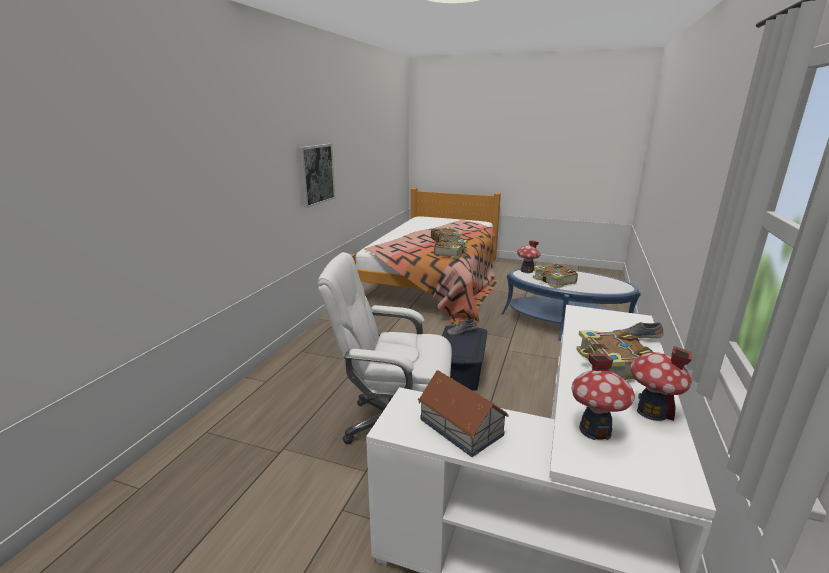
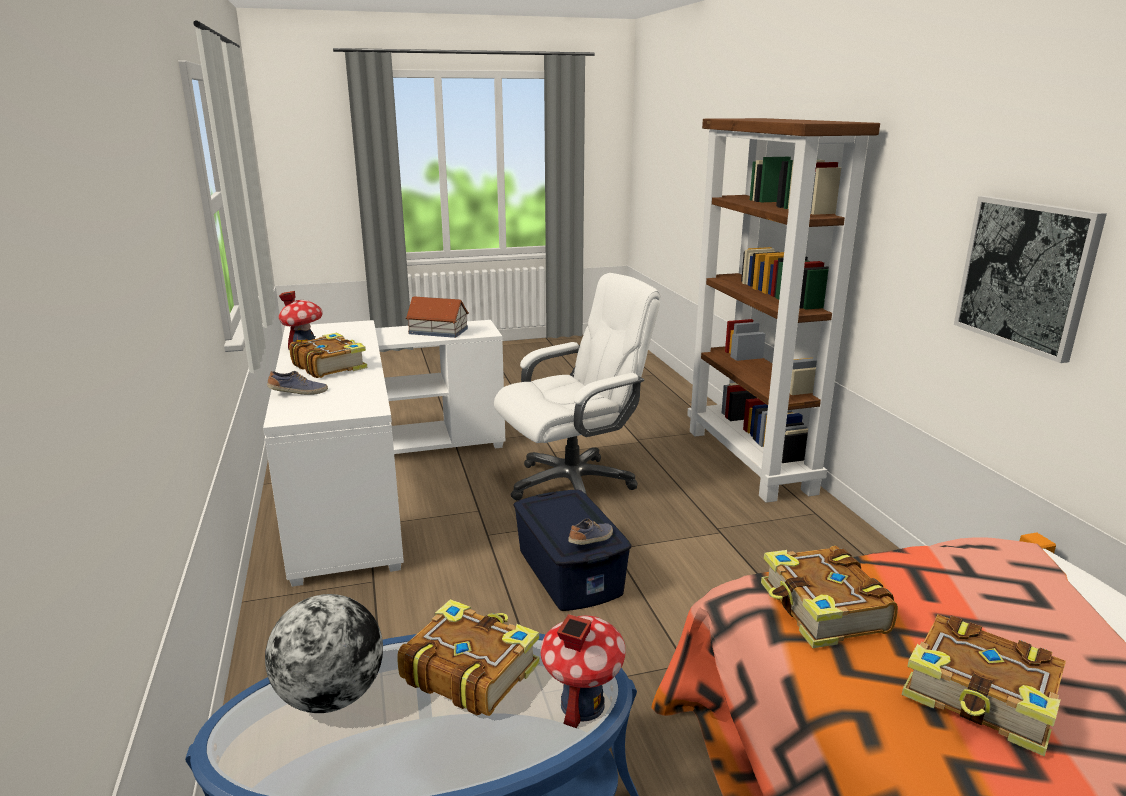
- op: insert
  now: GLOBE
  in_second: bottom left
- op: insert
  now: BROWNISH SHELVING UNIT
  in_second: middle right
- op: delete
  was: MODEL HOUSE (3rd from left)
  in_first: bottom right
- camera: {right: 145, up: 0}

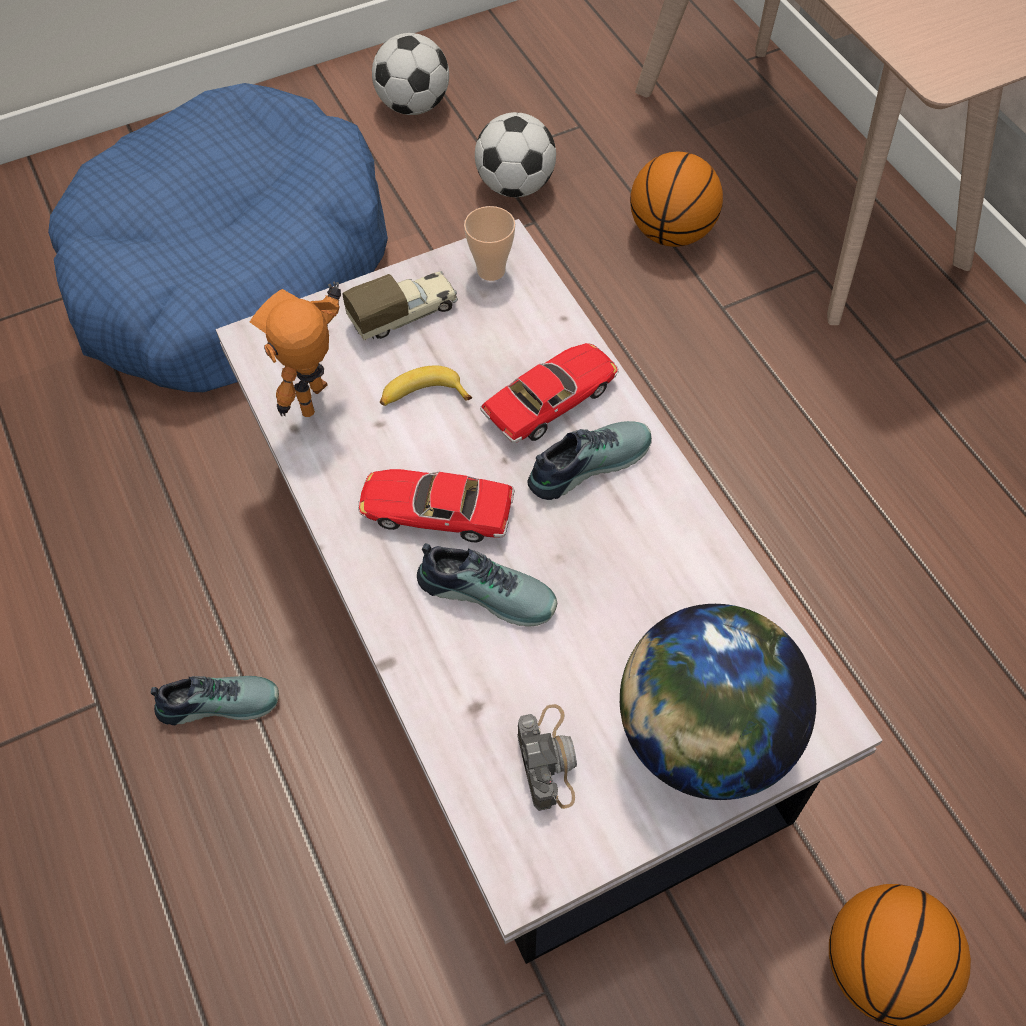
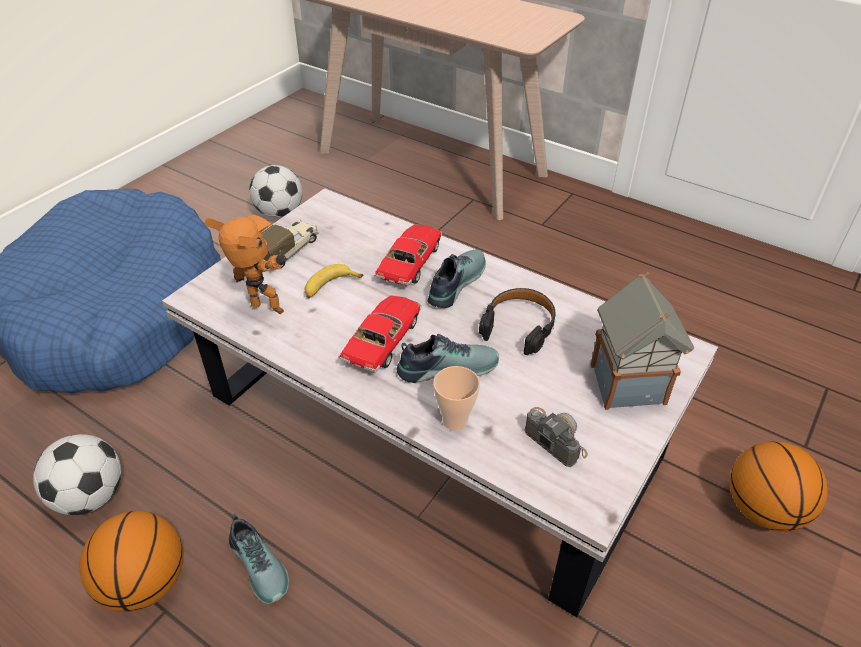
- op: move
  was: FOOTBALL (1st from left)
  in_first: top centre
  in_second: bottom left
- op: move
  was: BASKETBALL (1st from left)
  in_first: top centre
  in_second: bottom left
- op: rotate
  was: ROBOT FIGURE
  in_first: middle left
  in_second: middle left
  clockwise: 120
- op: rotate
  was: SHOE (1st from left)
  in_first: bottom left
  in_second: bottom left
  clockwise: 90
- op: rotate
  was: TOY CAR (1st from left)
  in_first: centre
  in_second: centre
  clockwise: 135
- op: move
  was: CUP
  in_first: top centre
  in_second: centre
- op: insert
  now: BLACKISH HEADPHONES
  in_second: centre
- op: replace
  was: GLOBE
  now: MODEL HOUSE
  in_first: bottom right
  in_second: middle right
- camera: {right: -30, up: -15}

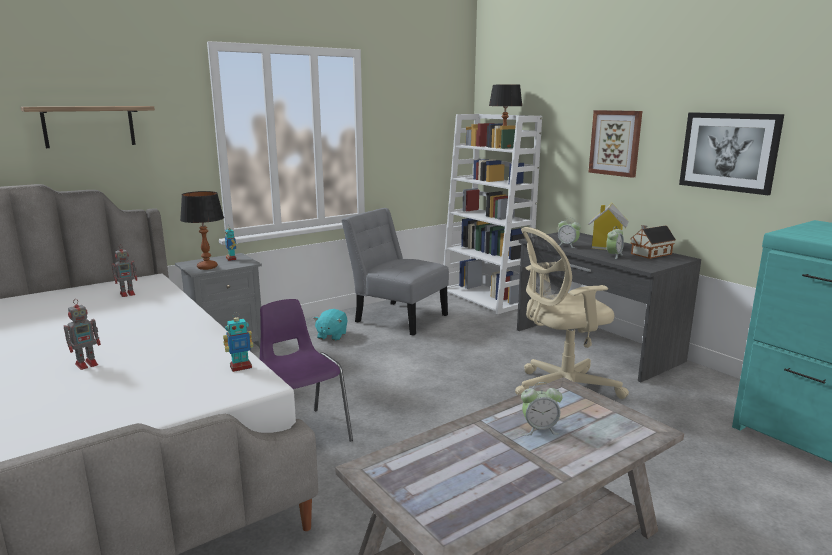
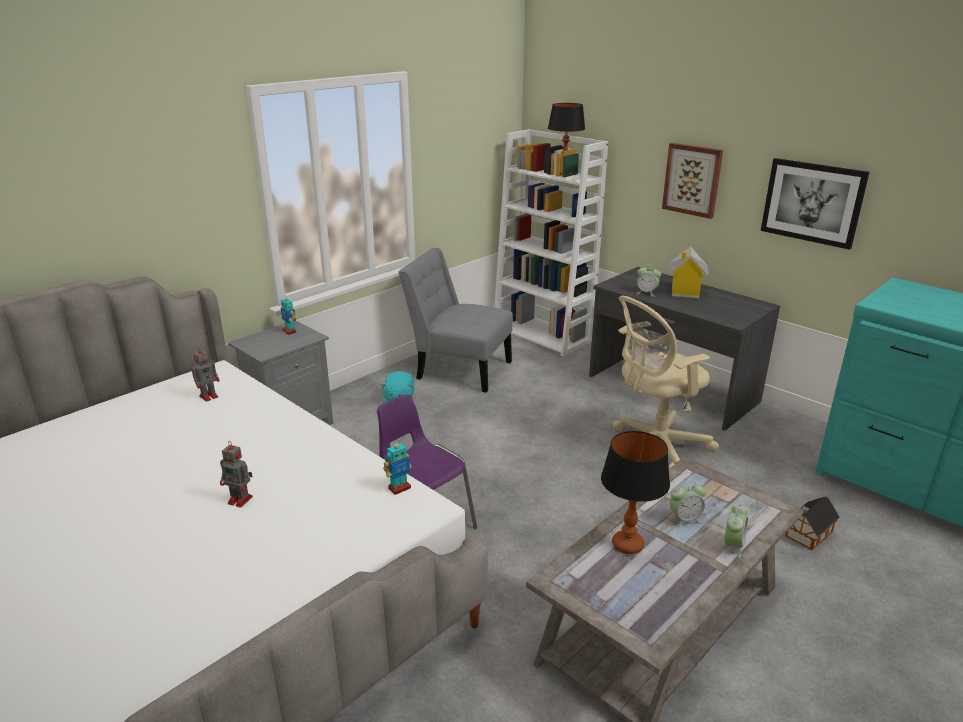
- op: rotate
  was: ROBOT FIGURE (1st from left in the first image)
  in_first: middle left
  in_second: middle left
  clockwise: 75
- op: move
  was: LAMP FOR A TABLE (1st from left in the first image)
  now: LAMP FOR A TABLE (2nd from left)
  in_first: middle left
  in_second: bottom centre
- op: move
  was: BEDSIDE CLOCK (3rd from left)
  in_first: middle right
  in_second: bottom right
- op: move
  was: MODEL HOUSE (2nd from left)
  in_first: middle right
  in_second: bottom right
- op: delete
  was: WALL SHELF
  in_first: top left
- camera: {right: -10, up: 10}

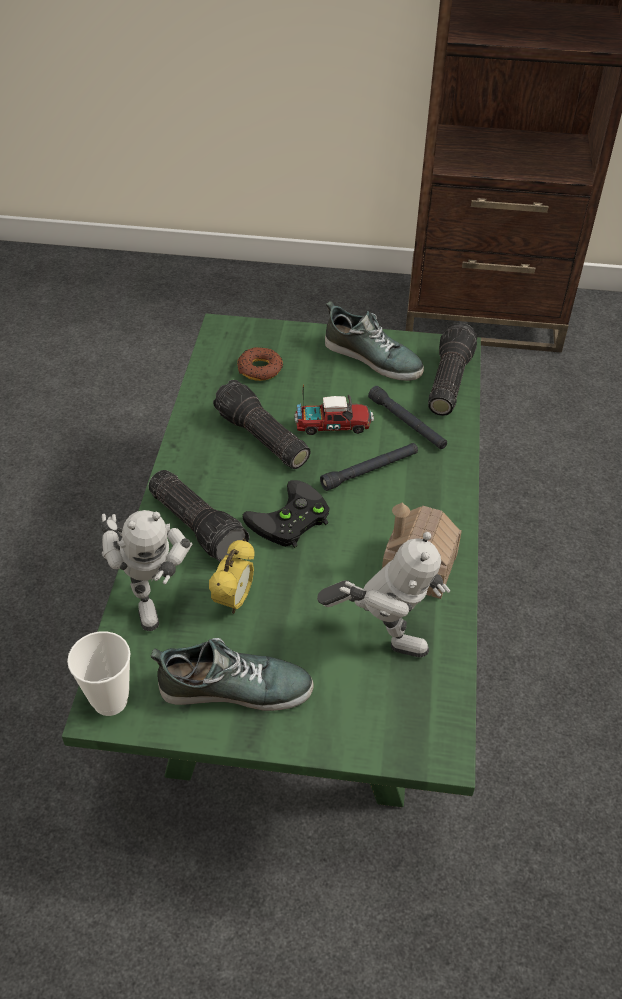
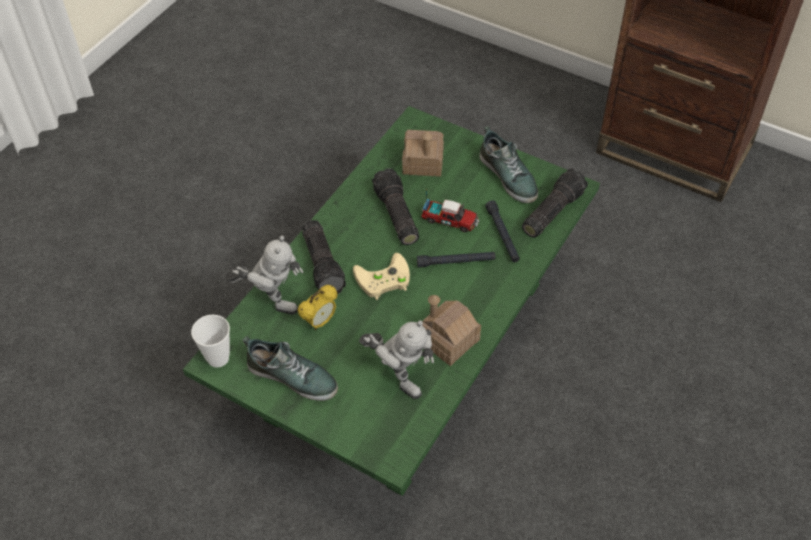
- op: rotate
  was: ROBOT FIGURE (1st from left)
  in_first: middle left
  in_second: middle left
  clockwise: -75
- op: recolor
  was: BLACKISH JOYPAD
  now: BEIGE-COLOURED JOYPAD
  in_first: centre
  in_second: centre
- op: replace
  was: RING DOUGHNUT
  now: MODEL HOUSE (1st from left)
  in_first: centre
  in_second: top centre
- camera: {right: 25, up: 5}

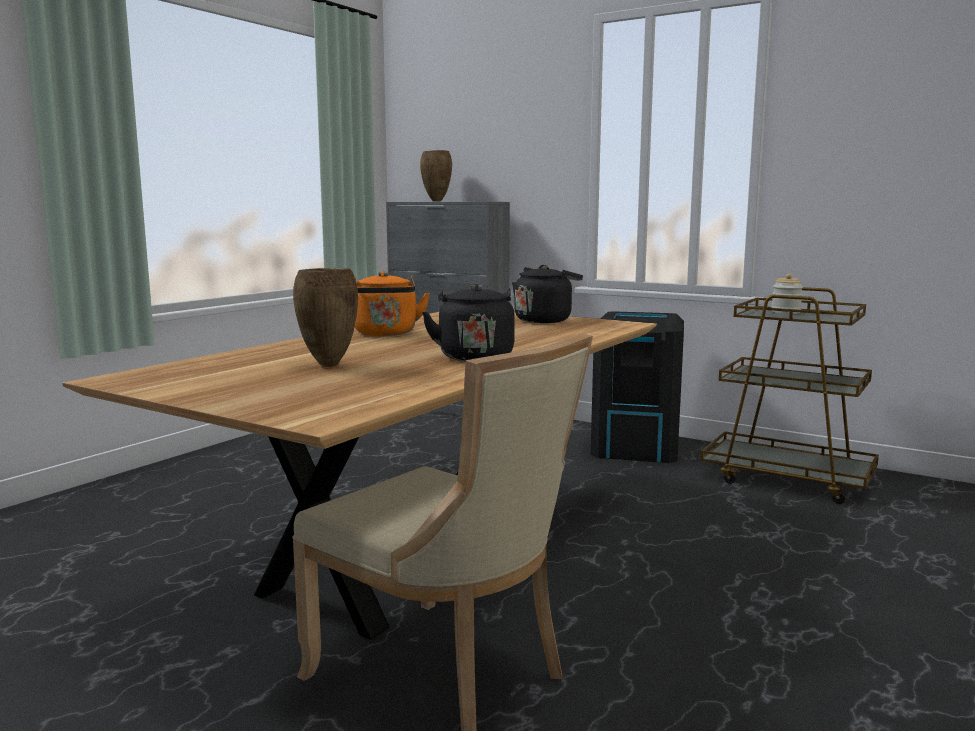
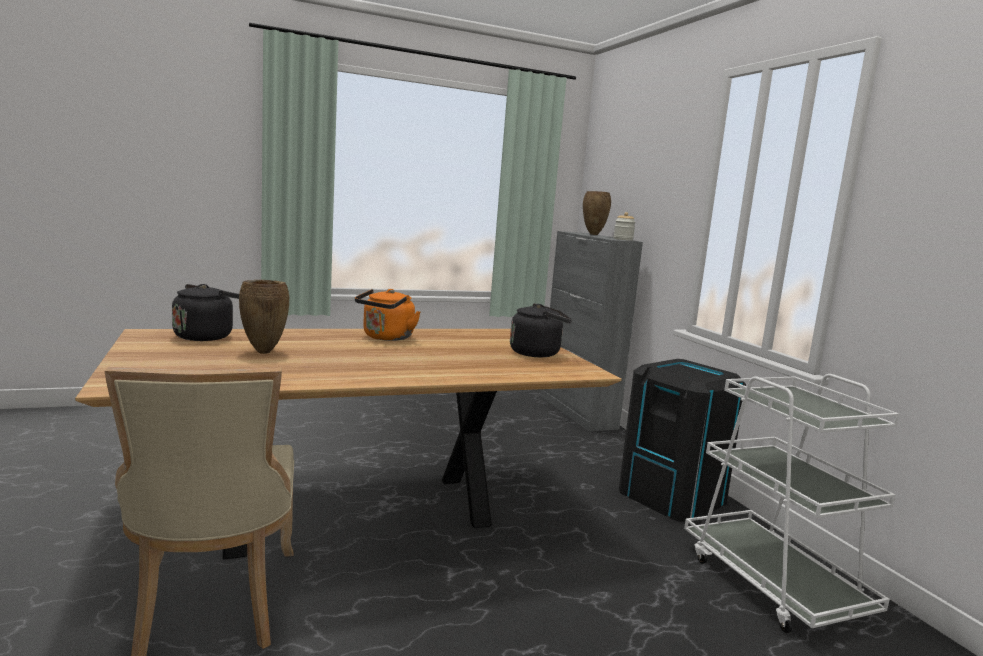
- op: move
  was: BLACKISH WATER KETTLE (1st from left)
  in_first: centre
  in_second: middle left
- op: move
  was: JAR
  in_first: middle right
  in_second: centre
- op: recolor
  was: BROWNISH TROLLEY
  now: WHITISH TROLLEY
  in_first: middle right
  in_second: bottom right
- camera: {right: 35, up: 0}

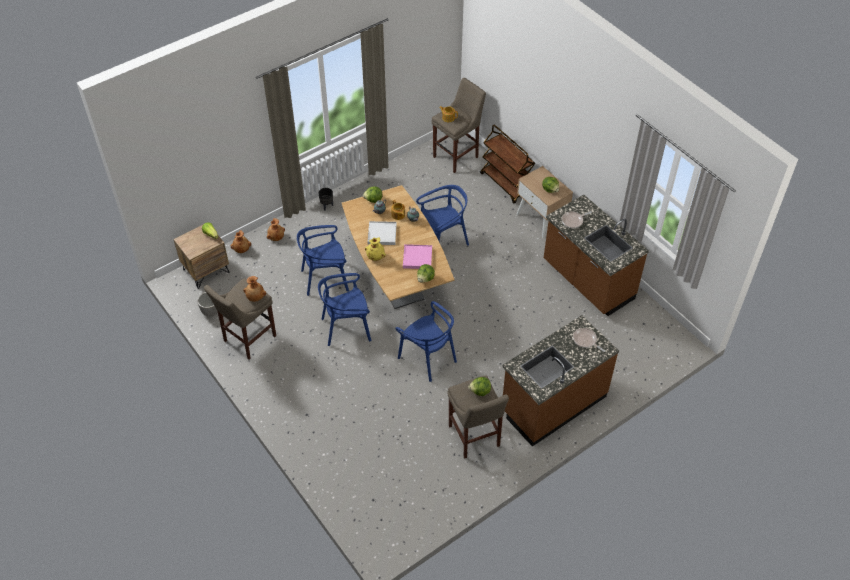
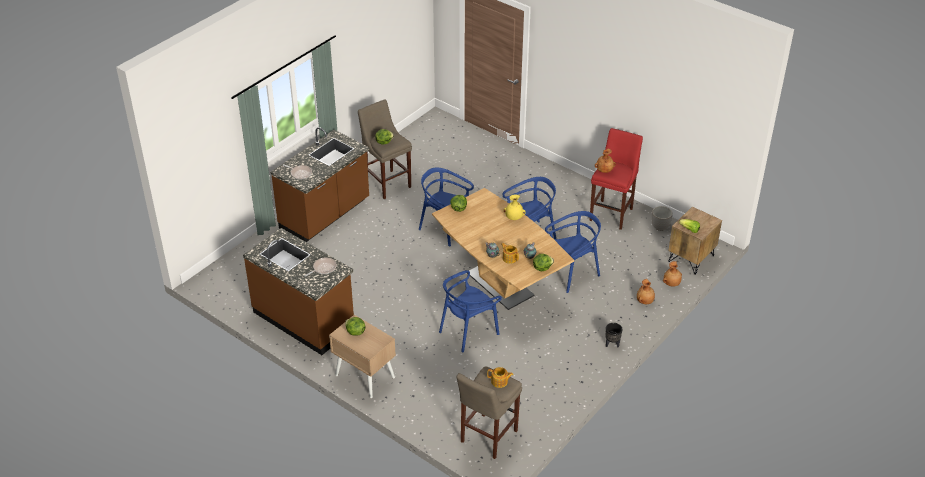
- op: recolor
  was: BEIGE-COLOURED SITTING STOOL (1st from left)
  now: RED SITTING STOOL
  in_first: middle left
  in_second: centre
- op: delete
  was: WHITISH CARRYING TRAY
  in_first: centre
- op: delete
  was: PINK CARRYING TRAY
  in_first: centre
- op: delete
  was: BROWNISH TROLLEY
  in_first: top centre
- camera: {right: 165, up: -10}

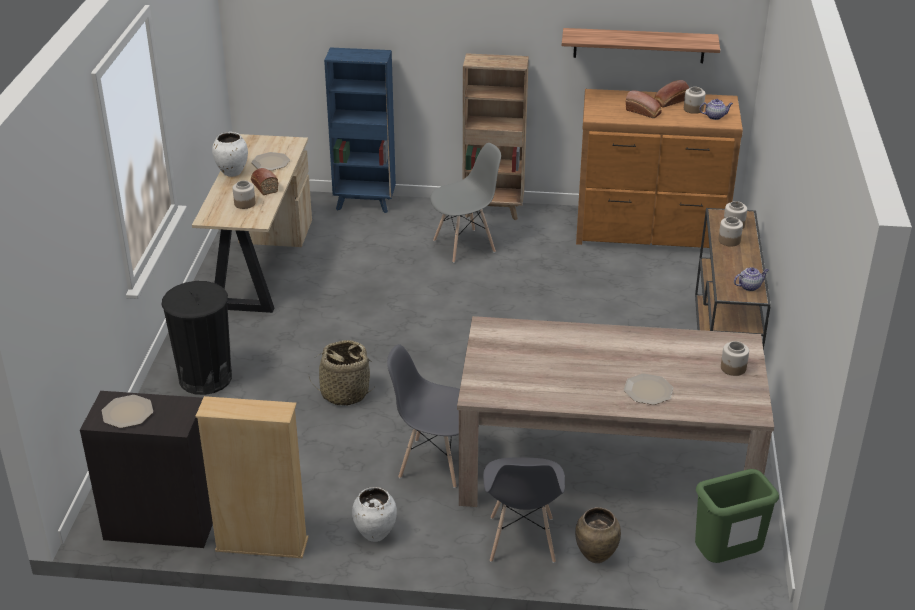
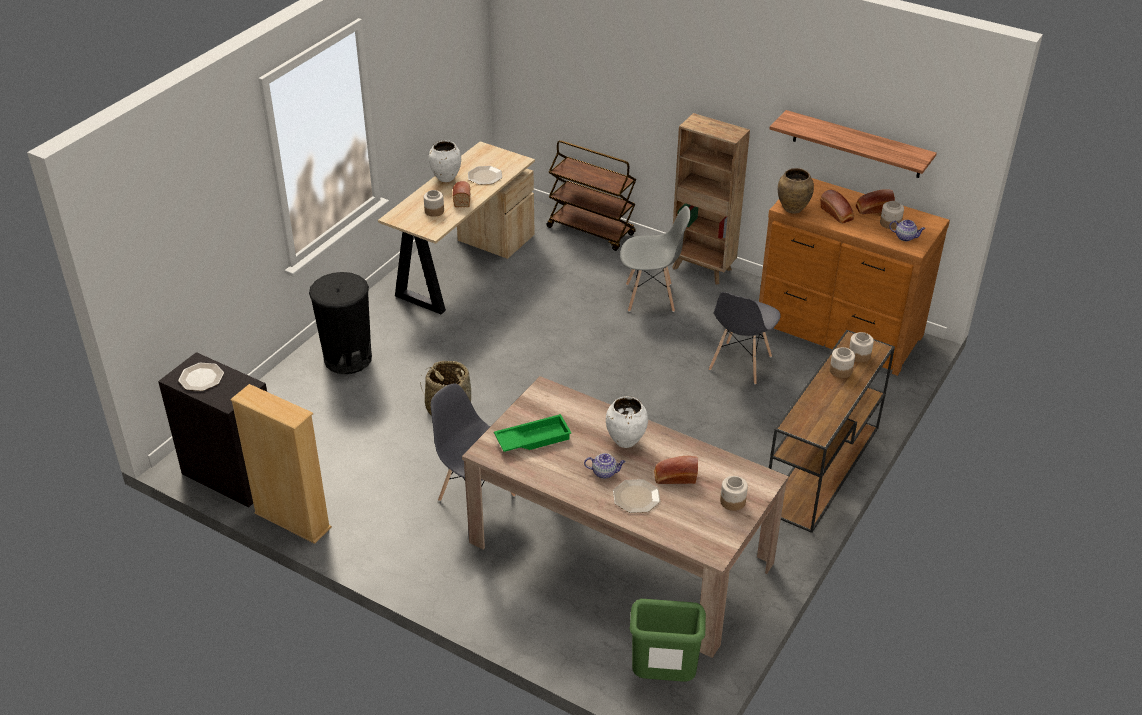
- op: insert
  now: GREEN-COLOURED CARRYING TRAY
  in_second: centre
- op: replace
  was: BLUISH SHELVING UNIT
  now: BROWNISH TROLLEY
  in_first: top centre
  in_second: top centre
- op: move
  was: TEAPOT (2nd from left in the first image)
  now: TEAPOT (1st from left)
  in_first: middle right
  in_second: centre
- op: move
  was: WHITISH DECORATIVE VASE (2nd from left)
  in_first: bottom centre
  in_second: centre
- op: insert
  now: BREAD (2nd from left)
  in_second: centre
- op: move
  was: GREYISH CHAIR (3rd from left)
  in_first: bottom centre
  in_second: centre
- op: move
  was: BROWNISH DECORATIVE VASE
  in_first: bottom centre
  in_second: top right
- camera: {right: 25, up: 5}

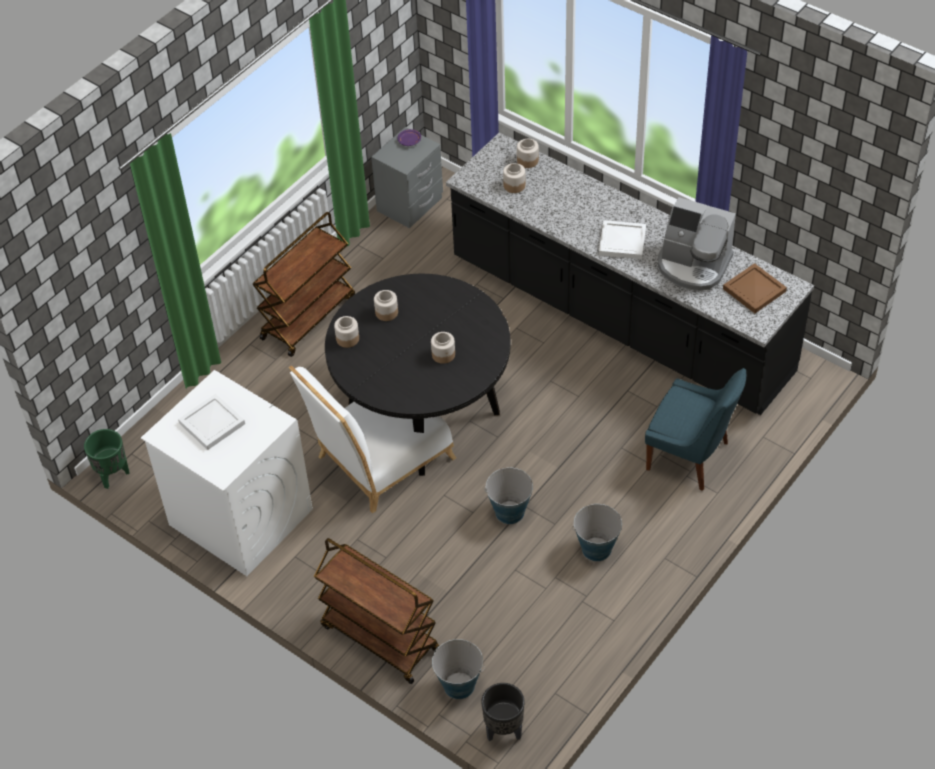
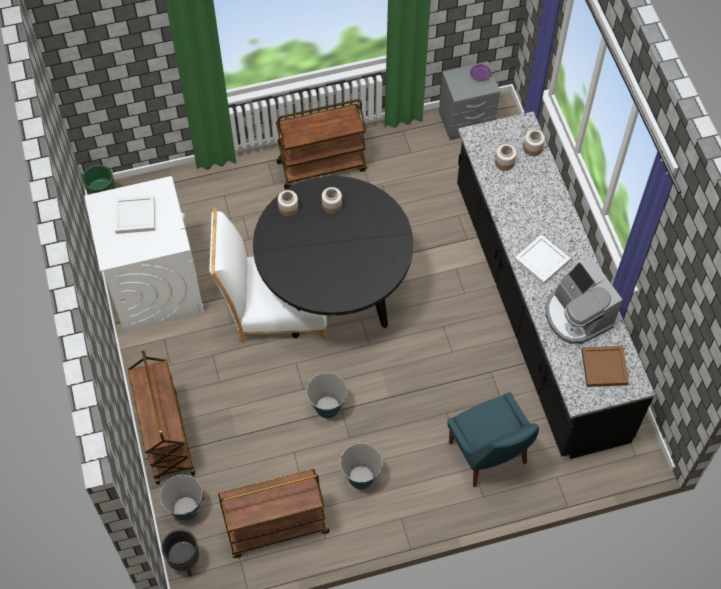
- op: insert
  now: BROWNISH TROLLEY (2nd from left)
  in_second: bottom centre
- op: delete
  was: JAR (3rd from left)
  in_first: centre
- camera: {right: 35, up: 10}

